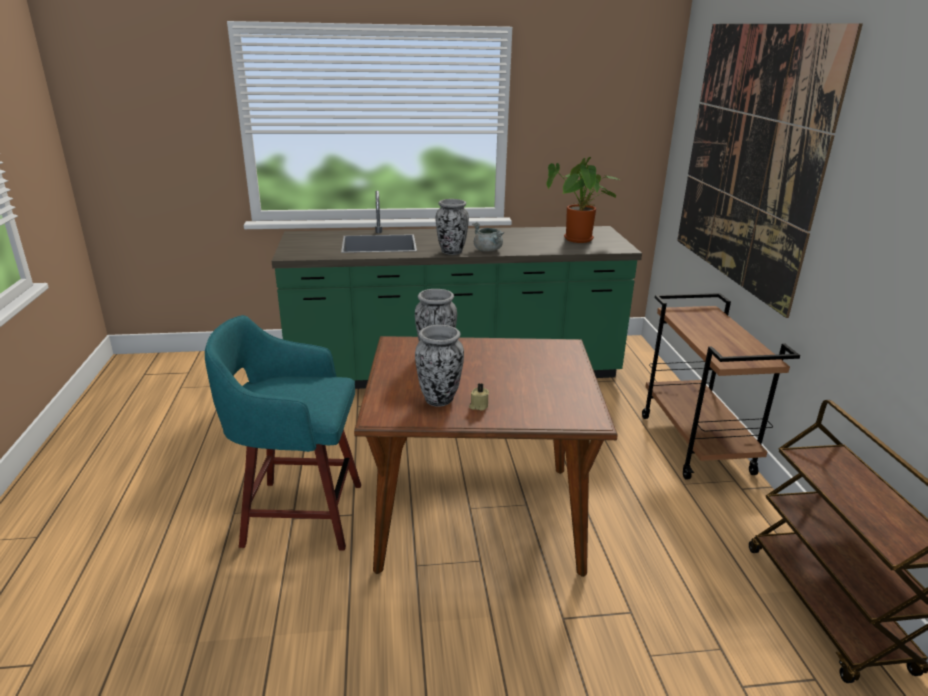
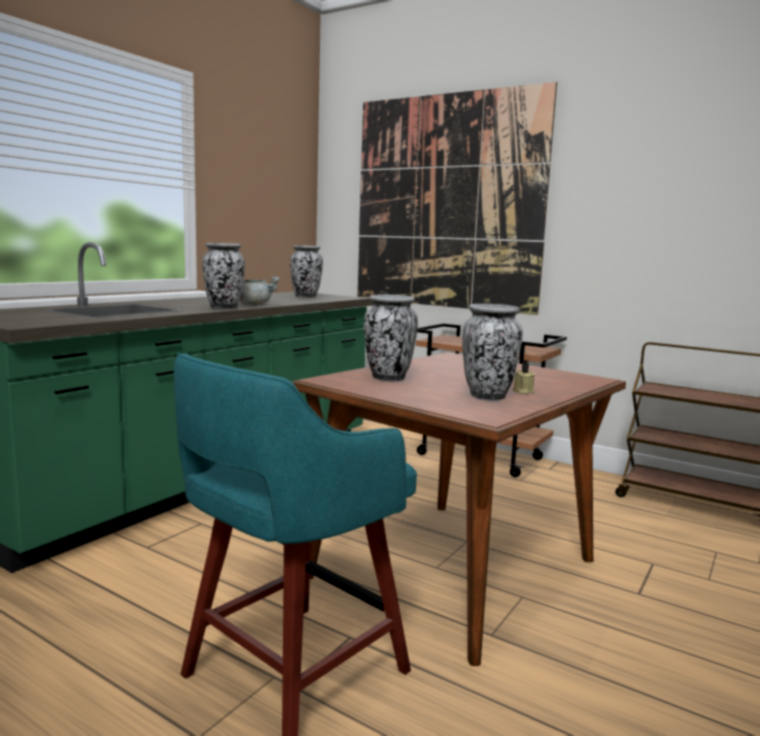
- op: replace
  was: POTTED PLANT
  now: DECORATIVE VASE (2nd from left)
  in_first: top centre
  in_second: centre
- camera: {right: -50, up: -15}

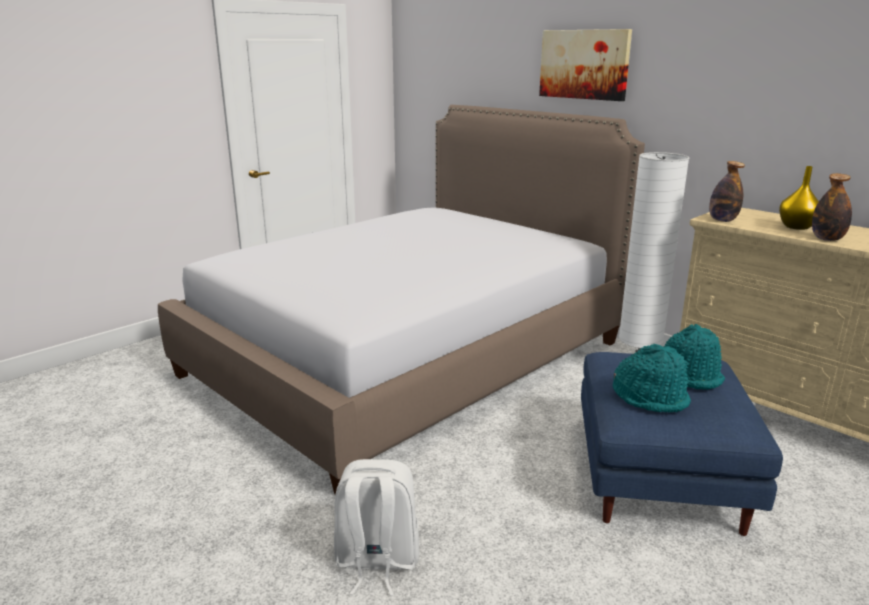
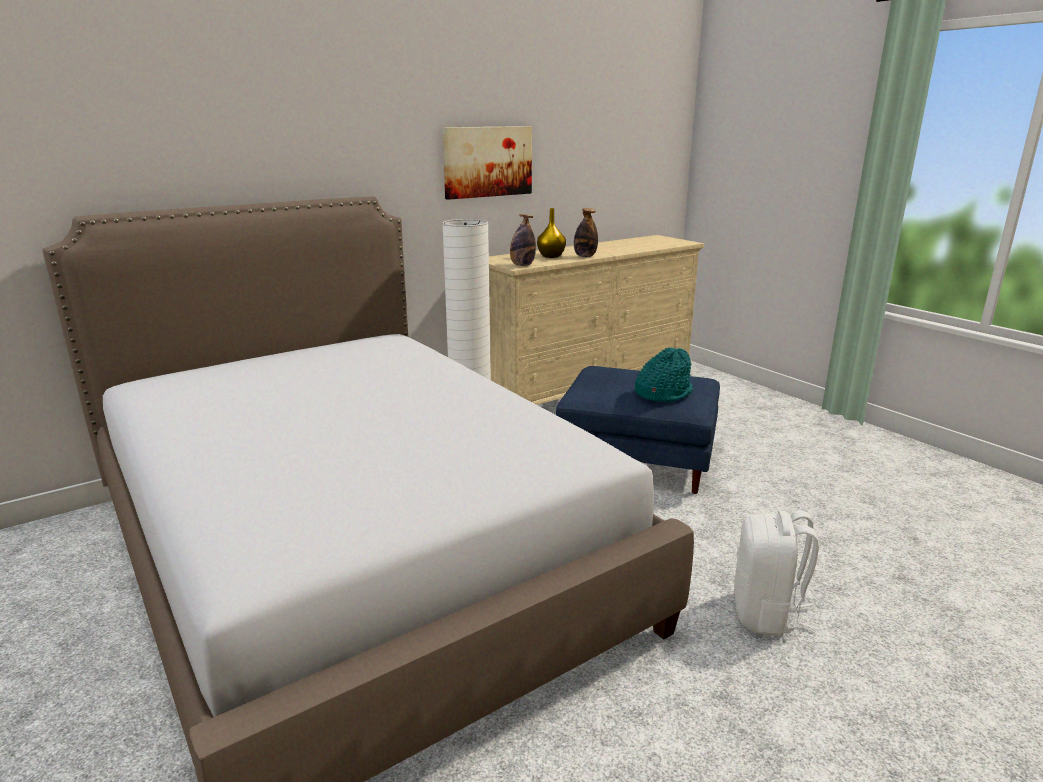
- op: move
  was: PICTURE
  in_first: top right
  in_second: top centre
- op: delete
  was: BLUE-GREEN CLOTHING HAT (2nd from left)
  in_first: middle right
- camera: {right: -80, up: 0}

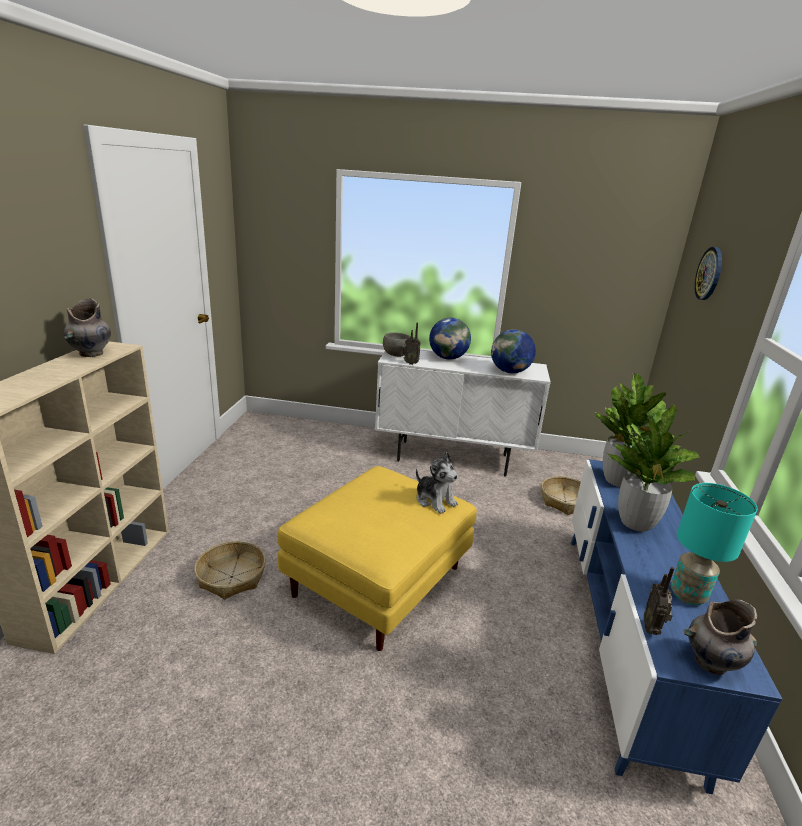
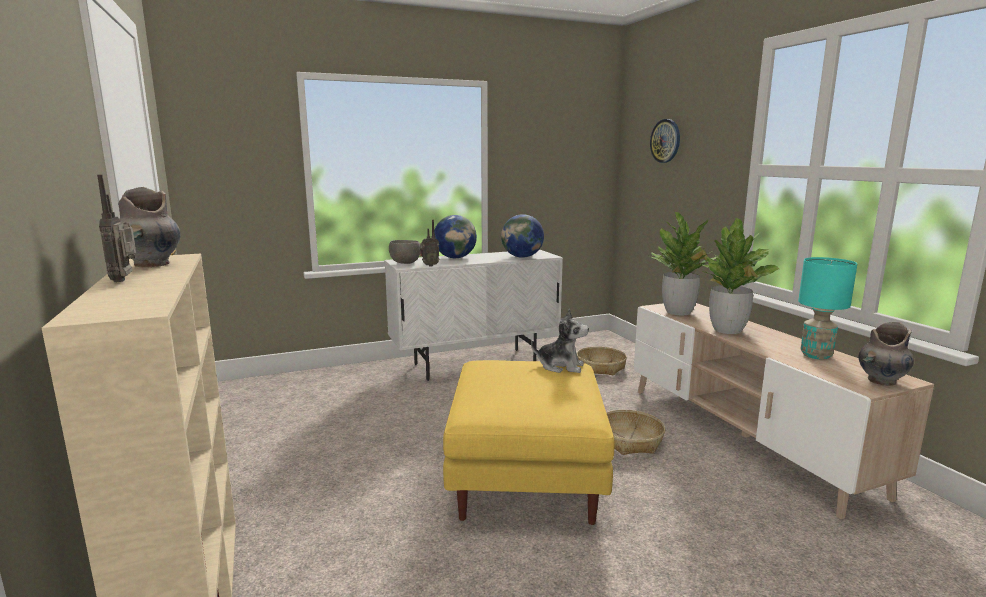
- op: move
  was: RADIO SET (2nd from left in the first image)
  now: RADIO SET (1st from left)
  in_first: bottom right
  in_second: middle left
- op: move
  was: STORAGE BASKET (1st from left in the first image)
  now: STORAGE BASKET (2nd from left)
  in_first: bottom left
  in_second: bottom centre
- op: recolor
  was: BLUISH MEDIA CONSOLE
  now: BEIGE-COLOURED MEDIA CONSOLE
  in_first: bottom right
  in_second: bottom right
- camera: {right: -30, up: -10}

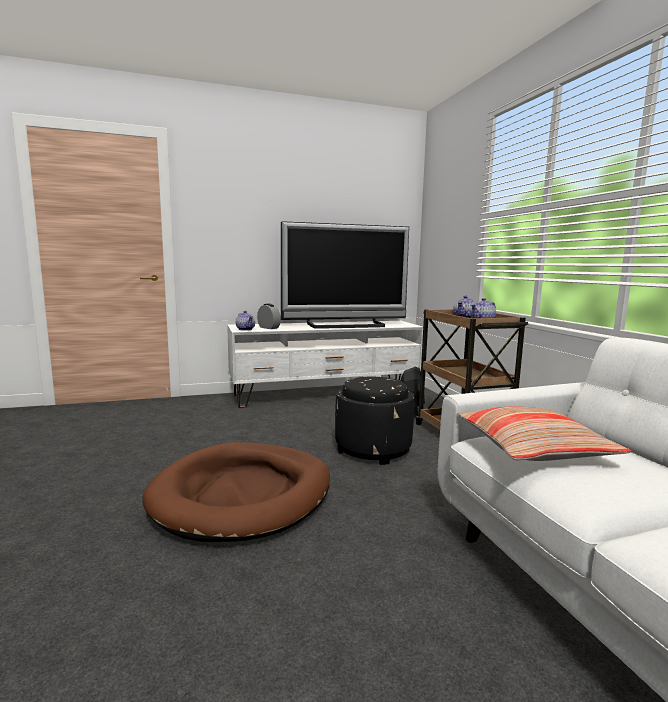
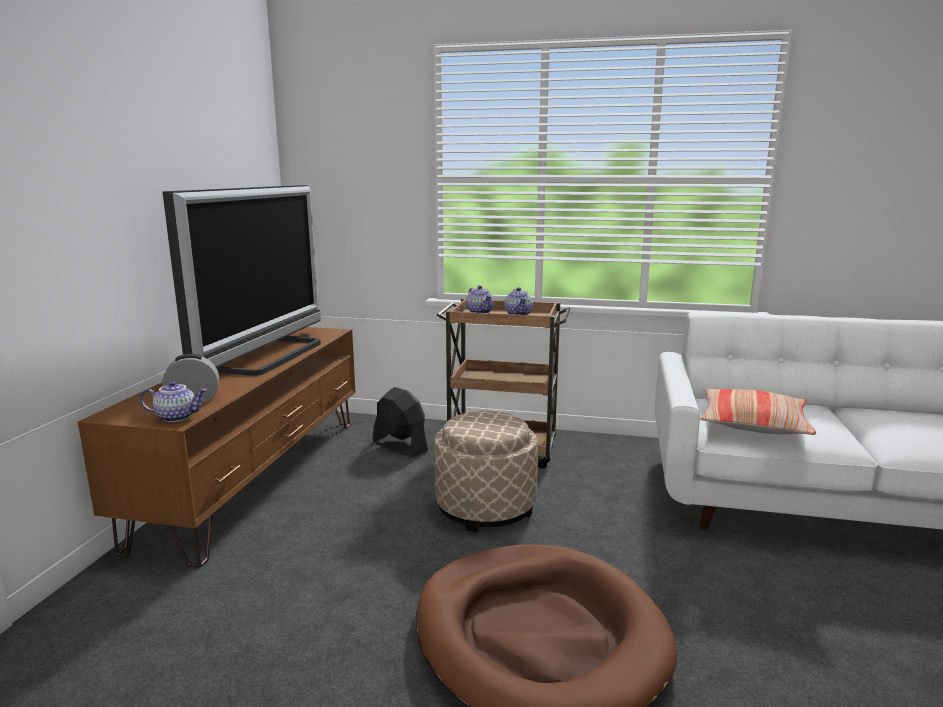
- op: recolor
  was: WHITISH MEDIA CONSOLE
  now: BROWNISH MEDIA CONSOLE
  in_first: centre
  in_second: middle left
- op: recolor
  was: BLACKISH FOOTREST
  now: BEIGE-COLOURED FOOTREST
  in_first: centre
  in_second: centre
- camera: {right: -60, up: 5}

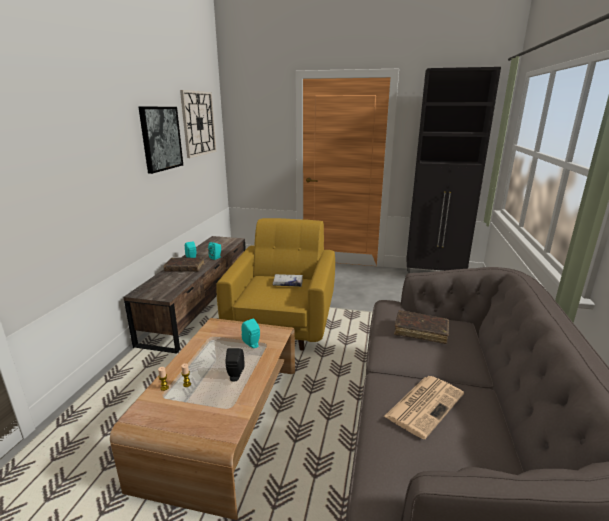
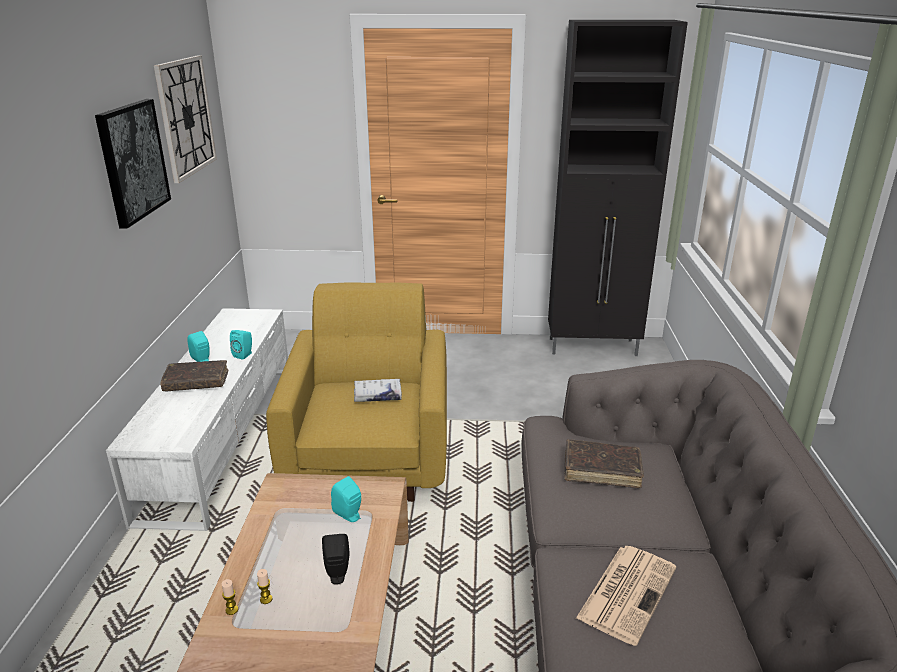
- op: recolor
  was: BROWNISH MEDIA CONSOLE
  now: WHITISH MEDIA CONSOLE
  in_first: middle left
  in_second: middle left
- camera: {right: -10, up: 5}

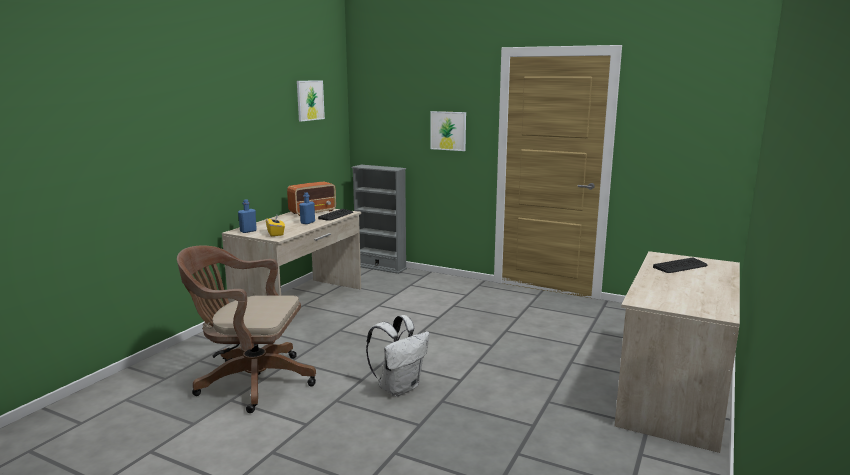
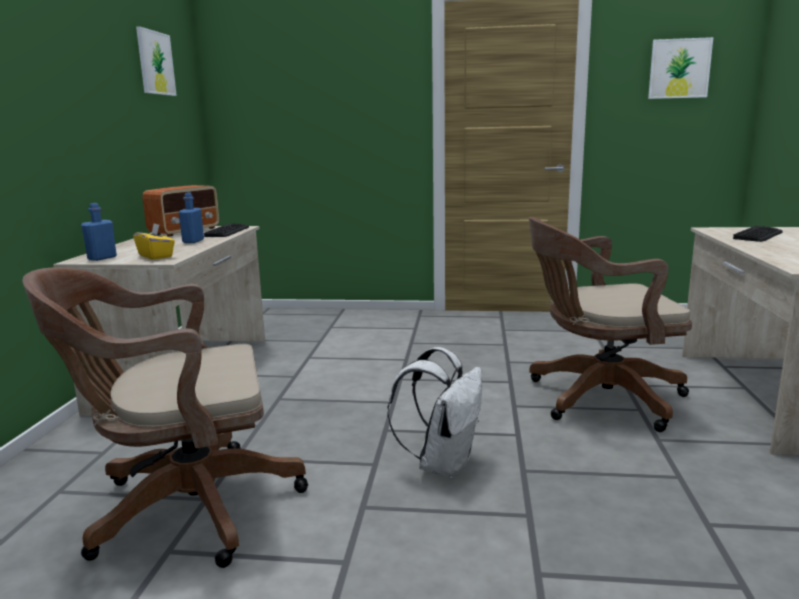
- op: insert
  now: BROWNISH COMPUTER CHAIR (2nd from left)
  in_second: middle right
- op: move
  was: PICTURE (2nd from left)
  in_first: top centre
  in_second: top right
- op: delete
  was: GREYISH SHELVING UNIT
  in_first: centre
- camera: {right: -20, up: 0}

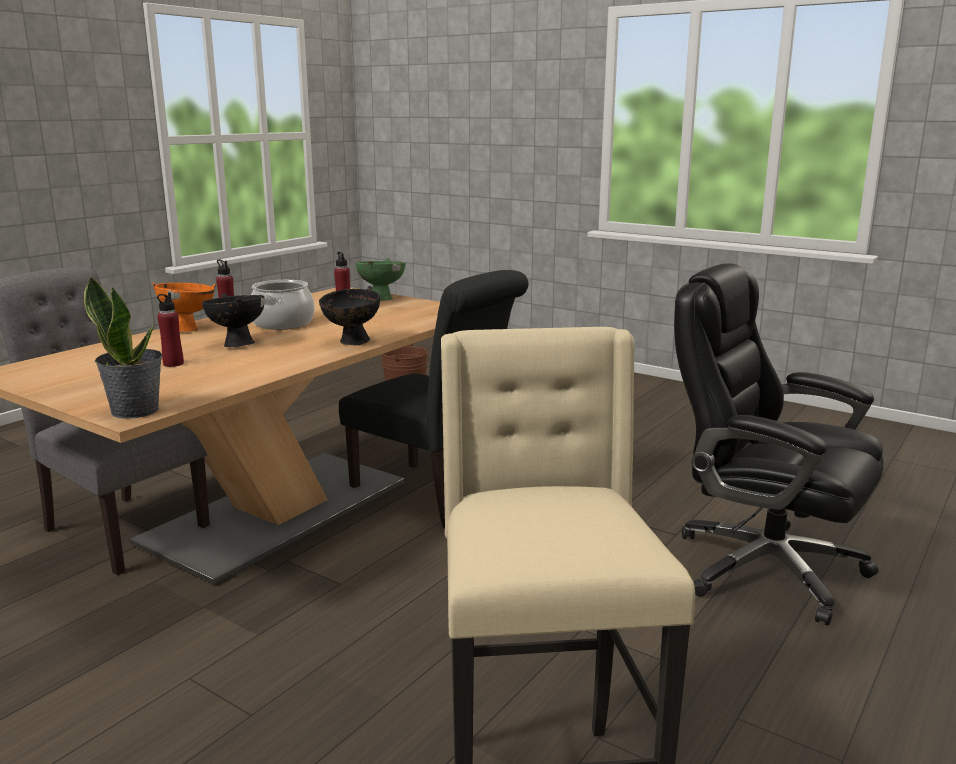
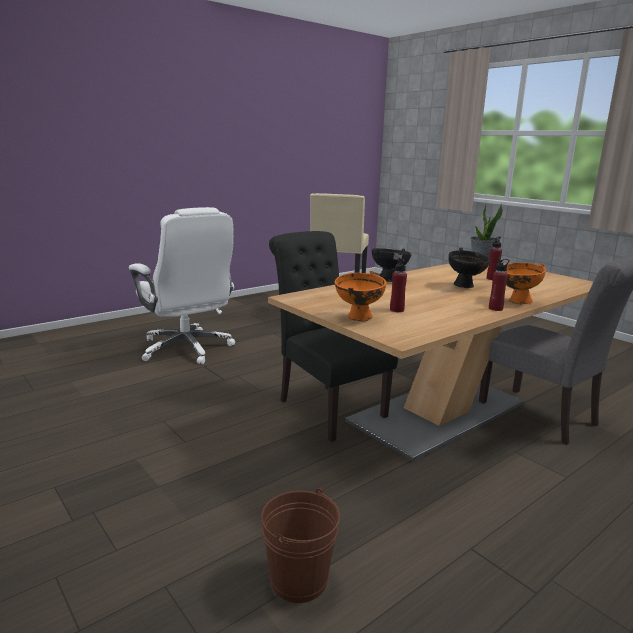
- op: recolor
  was: BLACKISH COMPUTER CHAIR
  now: WHITISH COMPUTER CHAIR
  in_first: middle right
  in_second: middle left
- op: recolor
  was: GREEN-COLOURED SERVING BOWL
  now: ORANGE-COLOURED SERVING BOWL (1st from left)
  in_first: centre
  in_second: centre
- op: delete
  was: SAUCEPOT
  in_first: middle left
- camera: {right: -165, up: 0}

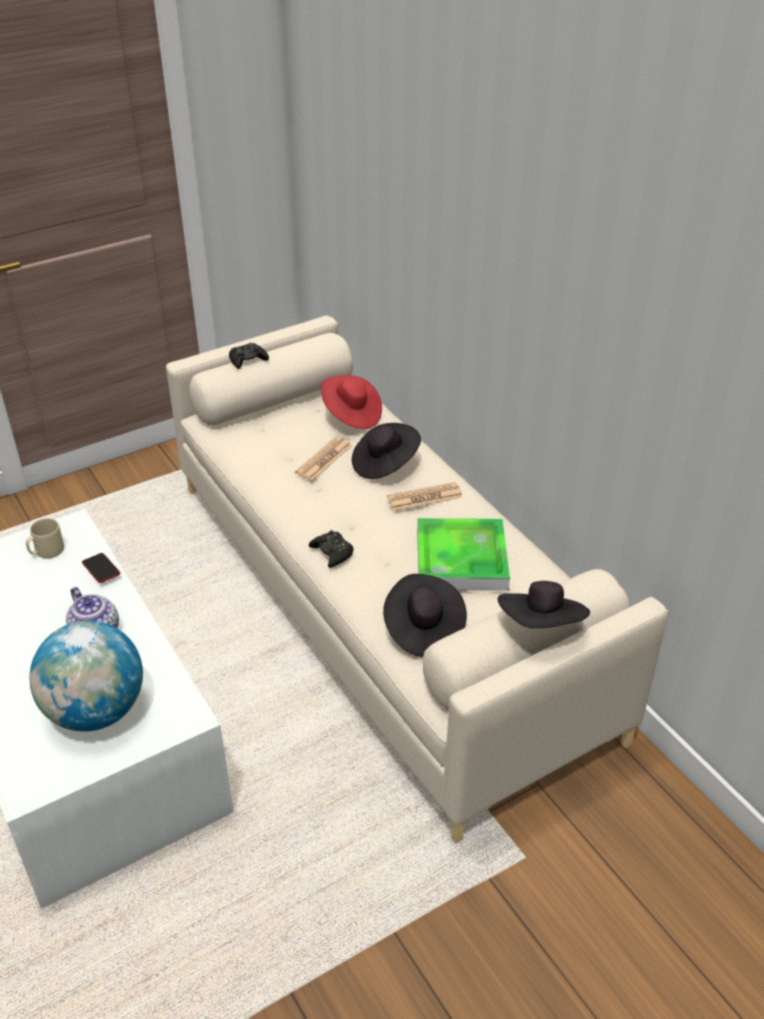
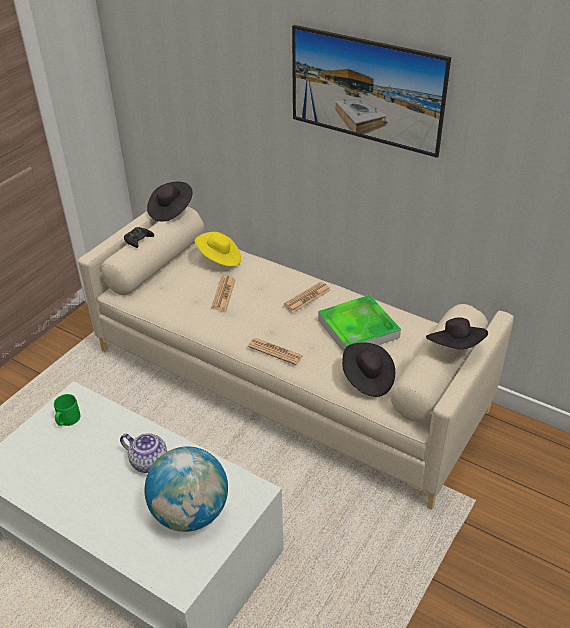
- op: recolor
  was: BEIGE-COLOURED TEA MUG
  now: GREEN-COLOURED TEA MUG
  in_first: middle left
  in_second: middle left
- op: move
  was: BLACKISH CLOTHING HAT (1st from left)
  in_first: centre
  in_second: top left
- op: recolor
  was: RED CLOTHING HAT
  now: YELLOW CLOTHING HAT
  in_first: centre
  in_second: centre
- op: replace
  was: BLACKISH JOYPAD (2nd from left)
  now: DAILY PAPER (2nd from left)
  in_first: centre
  in_second: centre
- op: insert
  now: PICTURE
  in_second: top centre
- op: delete
  was: TELEPHONE
  in_first: middle left
- camera: {right: -25, up: 0}

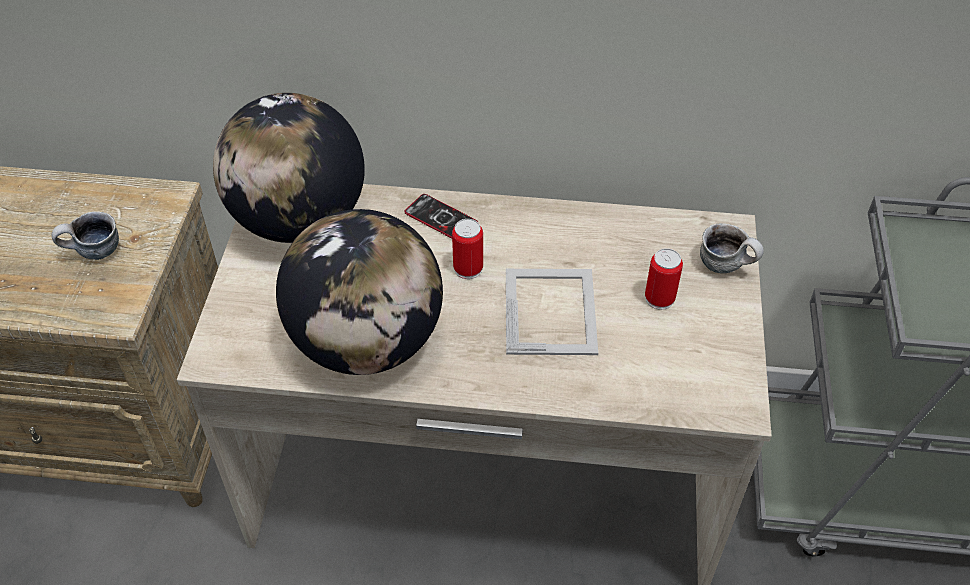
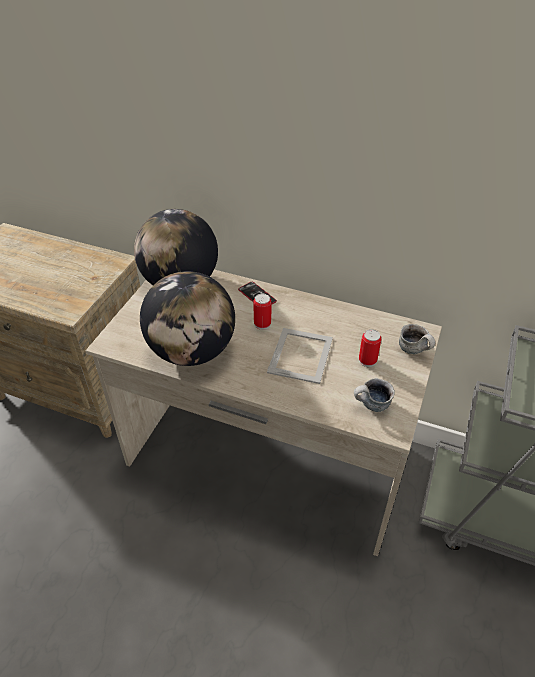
- op: move
  was: TEA MUG (1st from left)
  in_first: middle left
  in_second: middle right
- camera: {right: 15, up: -5}

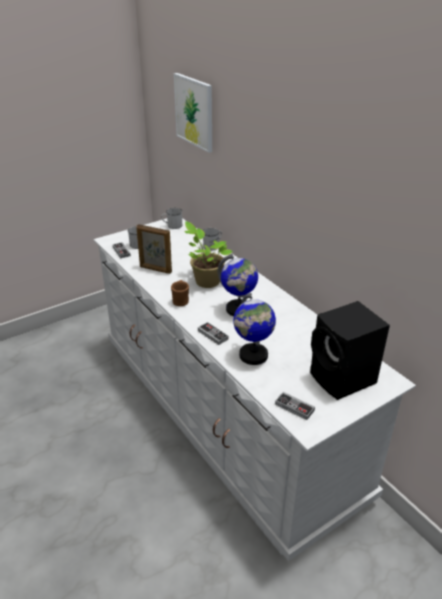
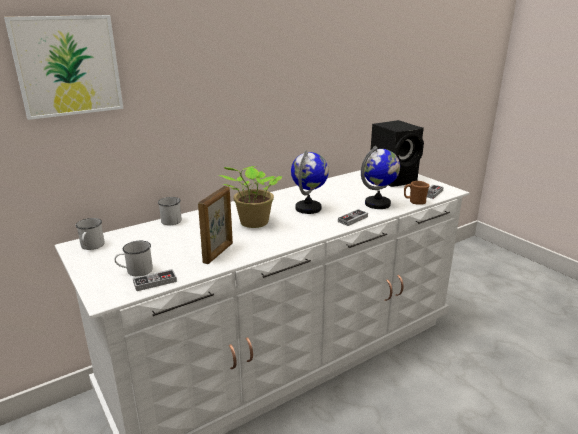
- op: move
  was: BROWNISH TEA MUG
  in_first: centre
  in_second: middle right
- camera: {right: -90, up: -10}

